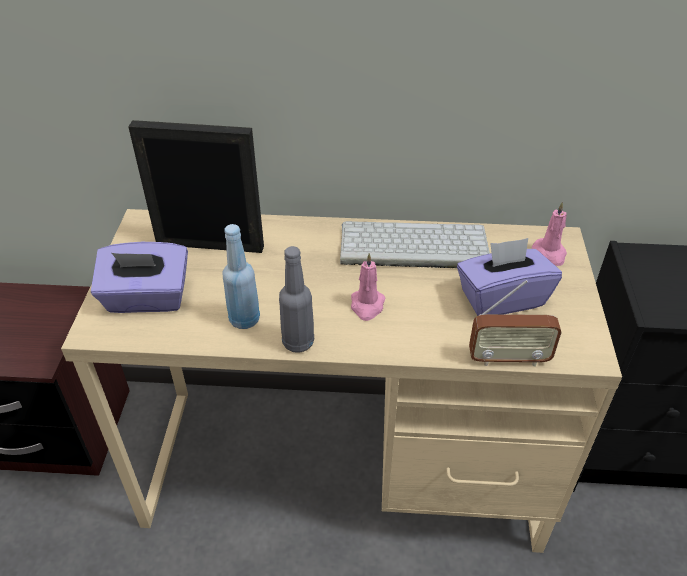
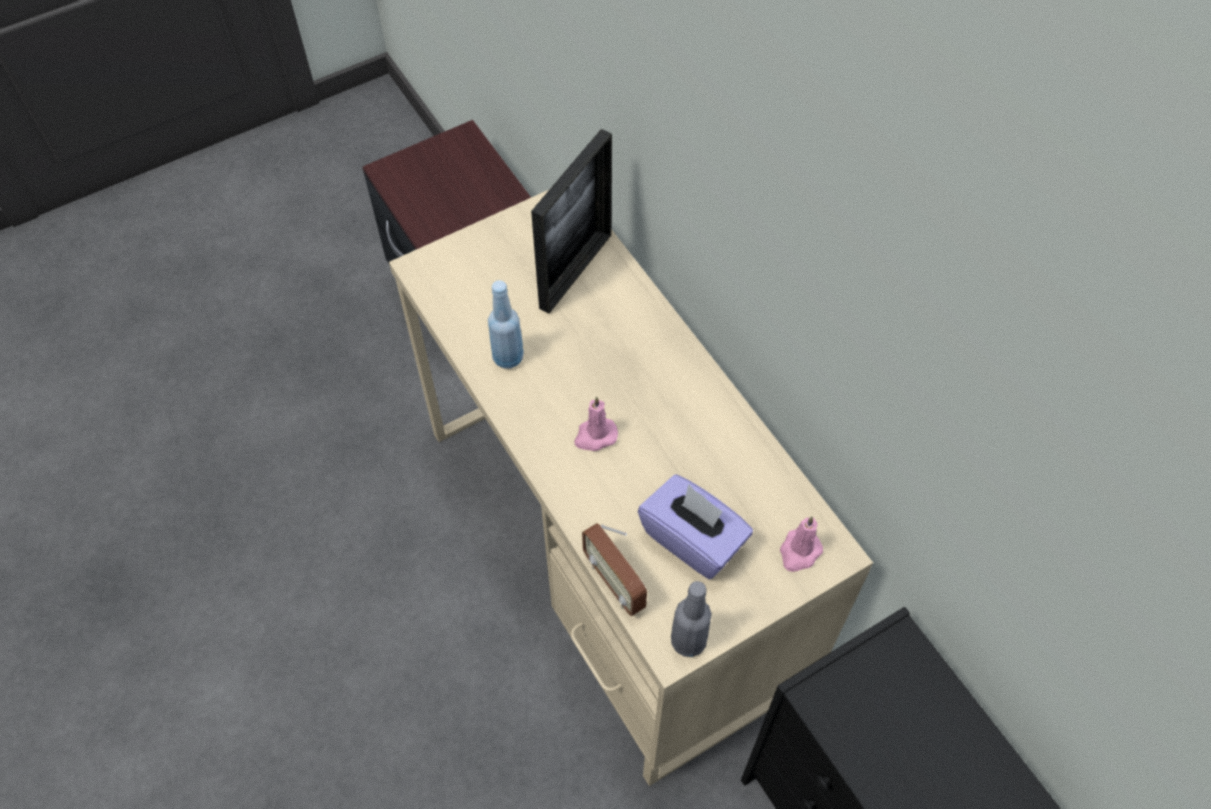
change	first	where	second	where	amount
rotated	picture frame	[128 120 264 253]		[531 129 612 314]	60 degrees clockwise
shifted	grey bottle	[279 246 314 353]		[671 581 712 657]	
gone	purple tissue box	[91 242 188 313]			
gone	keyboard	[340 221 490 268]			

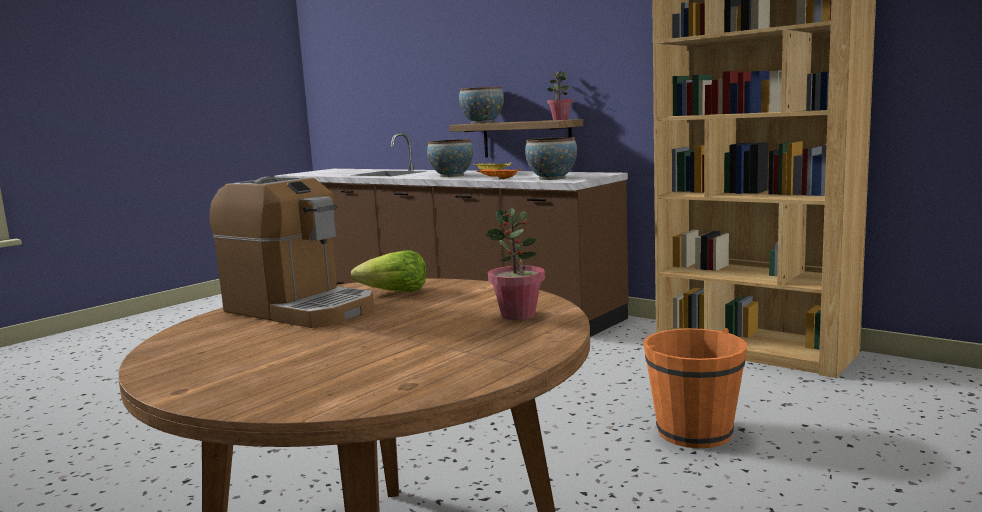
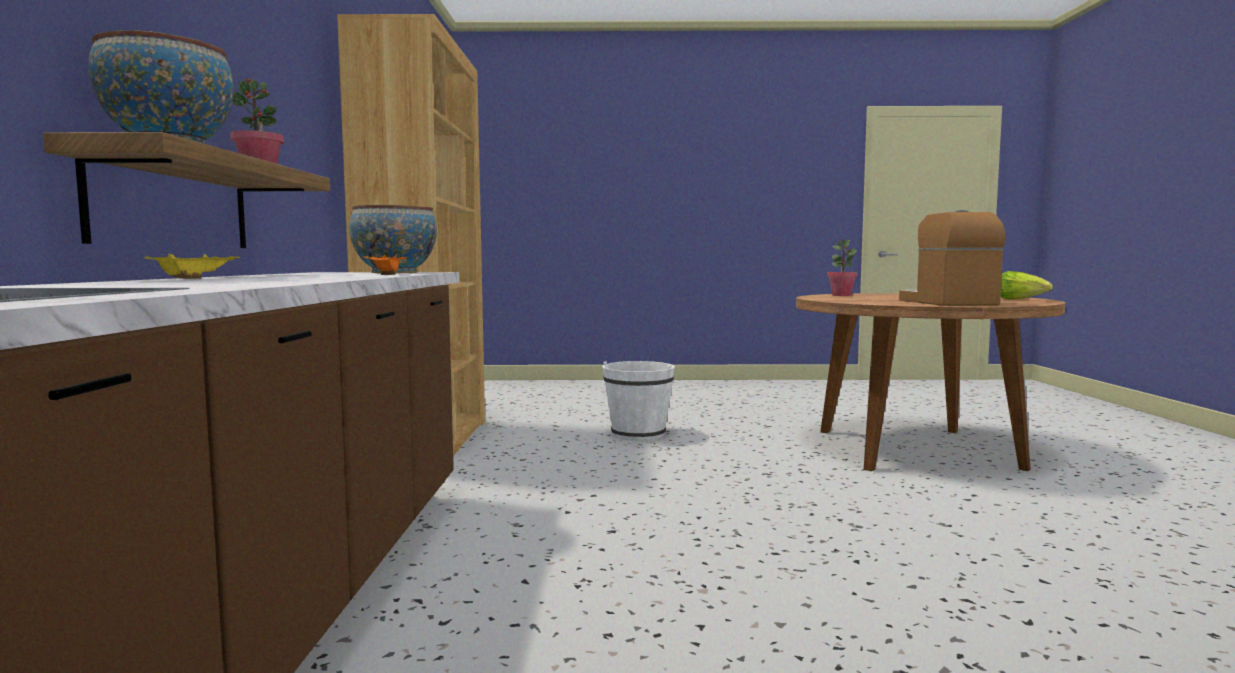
change	first	where	second	where	amount
repainted	orange bucket	[644 328 747 448]	white bucket	[602 361 675 441]	
shifted	lettuce	[351 250 426 292]		[1000 271 1053 300]	
gone	bowl	[427 139 473 177]			

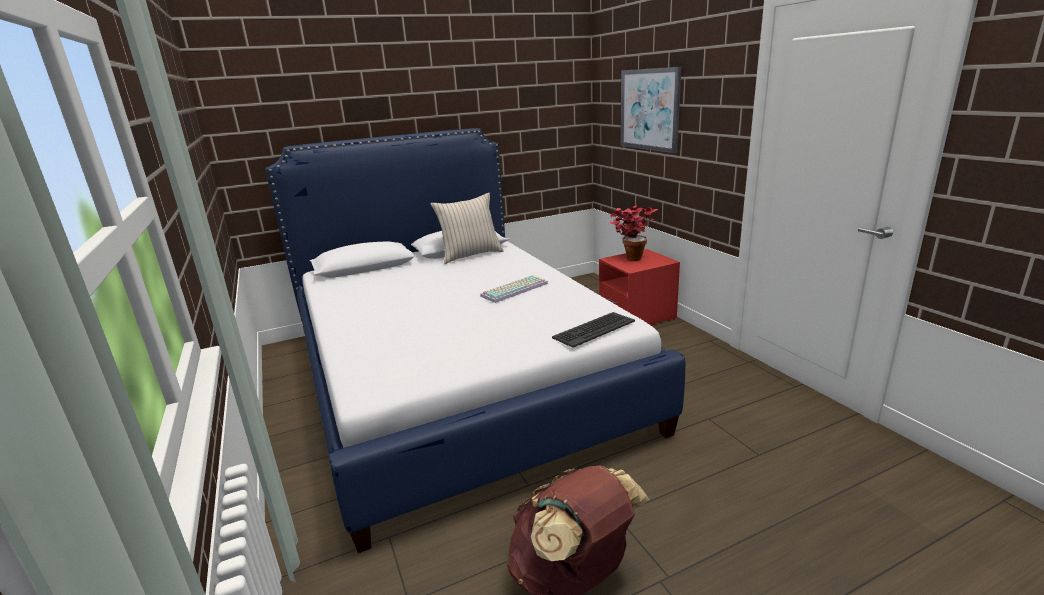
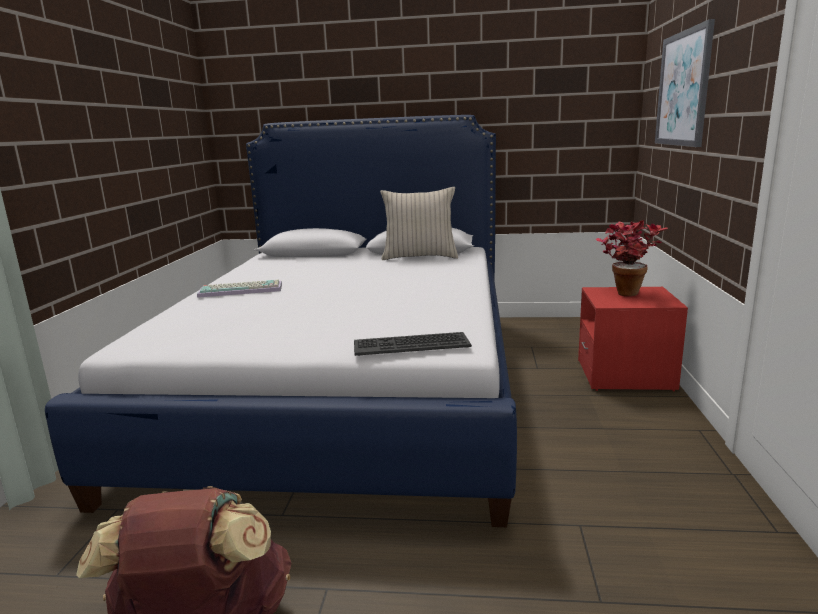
change	first	where	second	where	amount
shifted	keyboard	[480 275 548 303]		[197 280 282 298]	

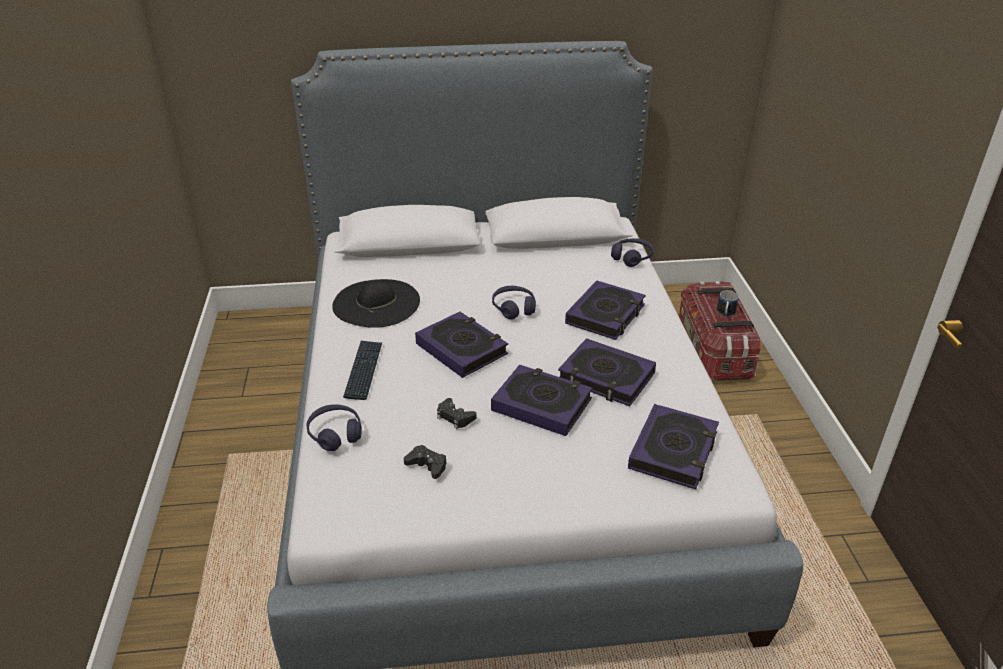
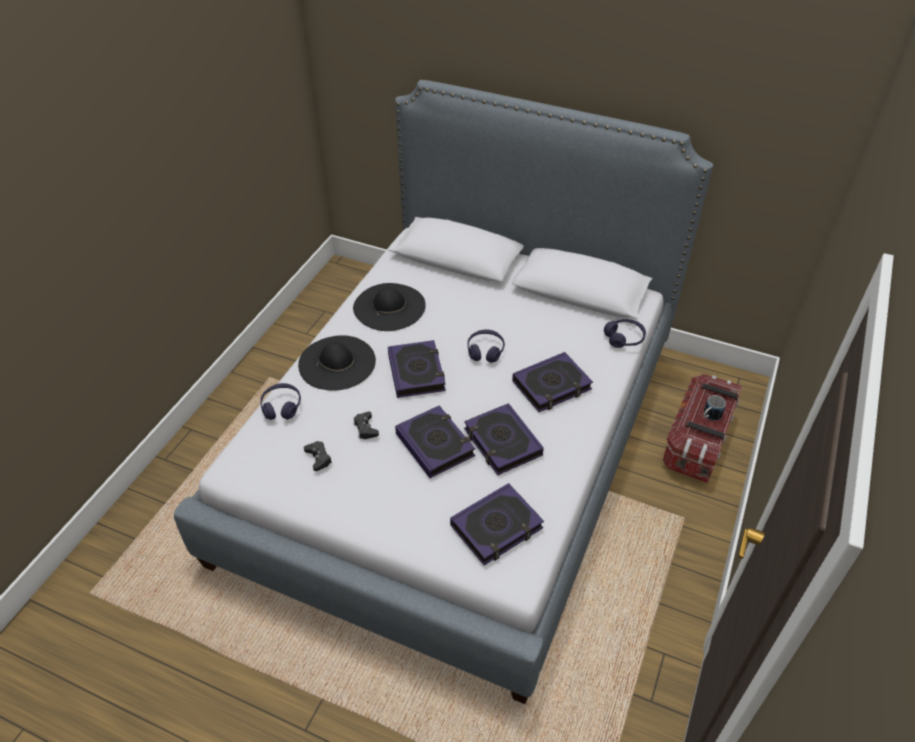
change	first	where	second	where	amount
swapped	keyboard	[343 341 382 400]	black hat	[298 335 376 390]	

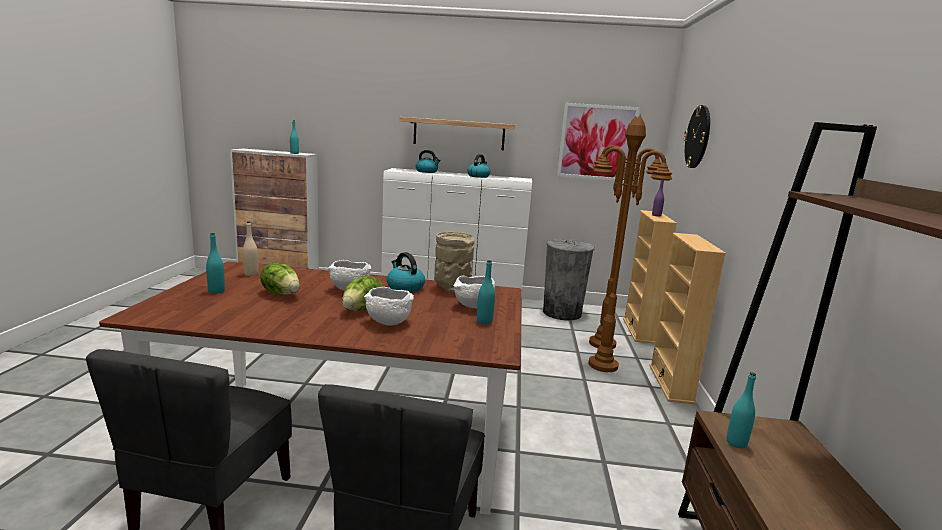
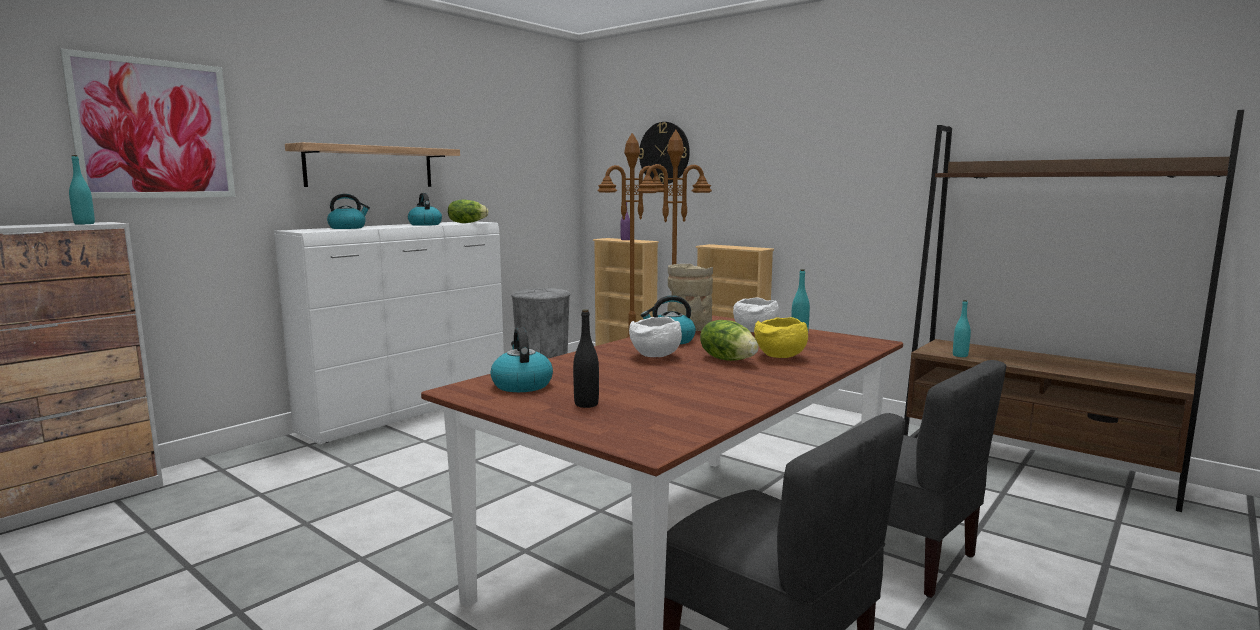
change	first	where	second	where	amount
shifted	picture	[557 103 640 182]		[60 49 235 199]	
shifted	lettuce	[260 263 300 295]		[448 200 489 223]	
swapped	beige bottle	[242 221 259 276]	kettle	[490 327 553 392]	
repainted	turquoise bottle	[206 233 225 294]	black bottle	[573 309 599 408]	
repainted	white bowl	[364 287 414 325]	yellow bowl	[754 317 808 358]	

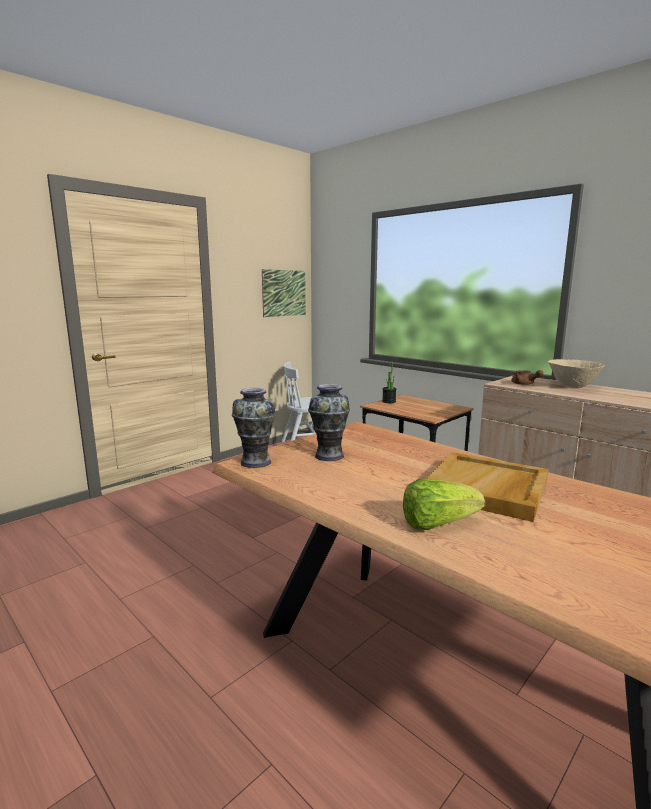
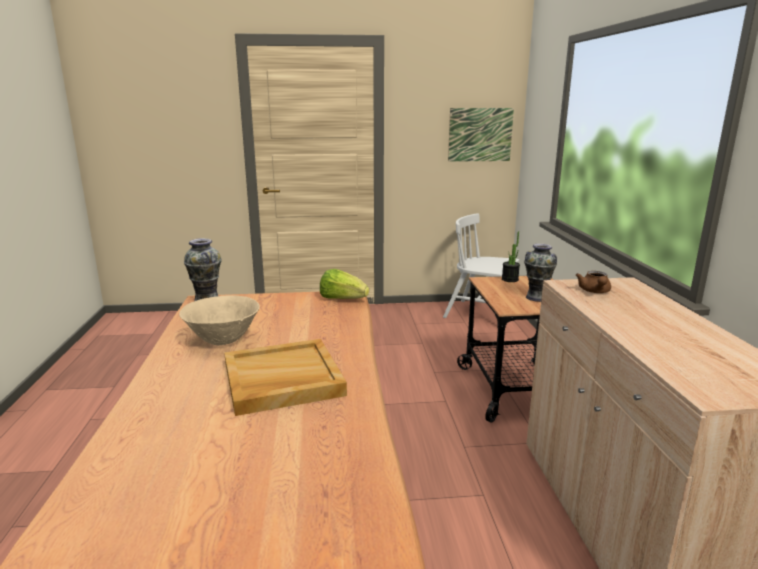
change	first	where	second	where	amount
shifted	beige bowl	[548 359 605 388]		[179 295 260 345]	
shifted	lettuce	[403 479 485 530]		[320 269 369 299]	
shifted	vase	[308 384 350 461]		[524 243 557 302]	

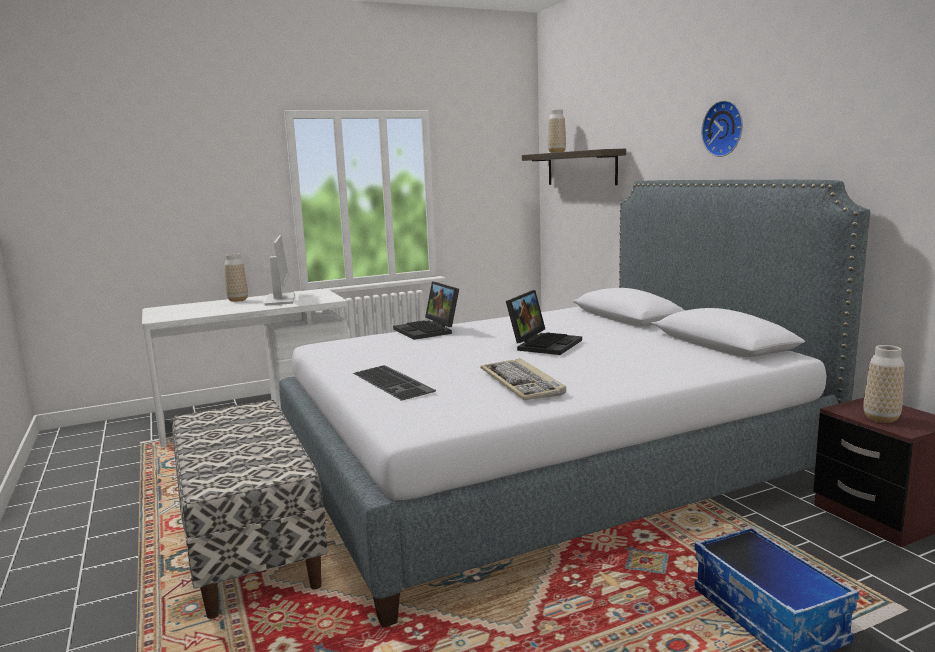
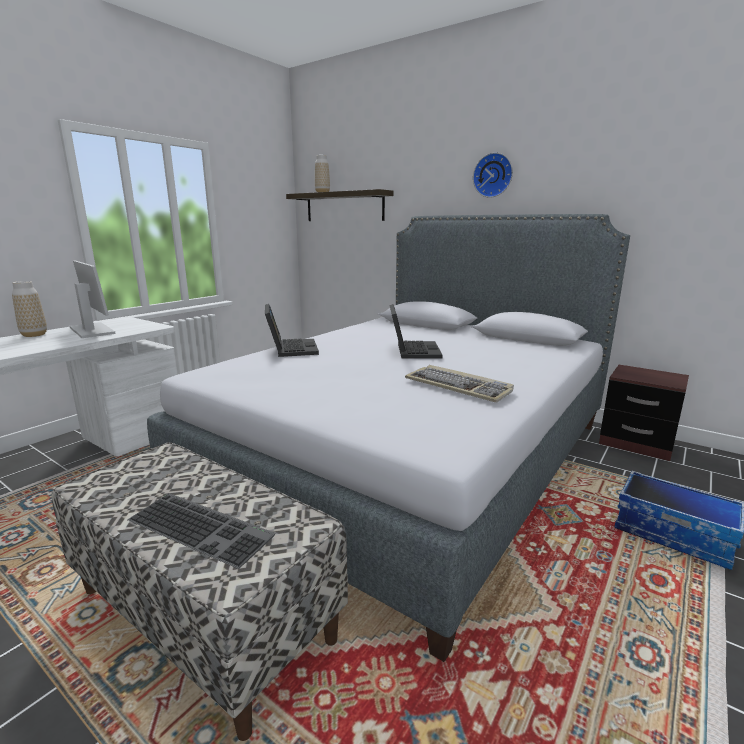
change	first	where	second	where	amount
shifted	keyboard	[353 365 436 401]		[127 493 275 569]	
rotated	laptop	[393 281 459 340]		[265 304 319 357]	135 degrees counterclockwise
gone	vase	[863 345 904 423]			

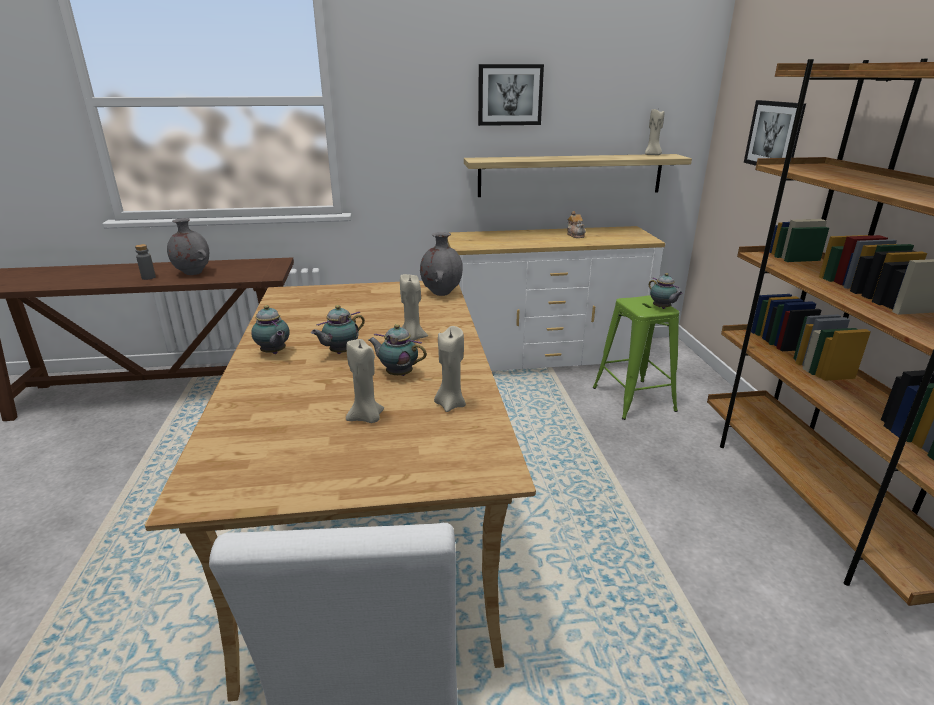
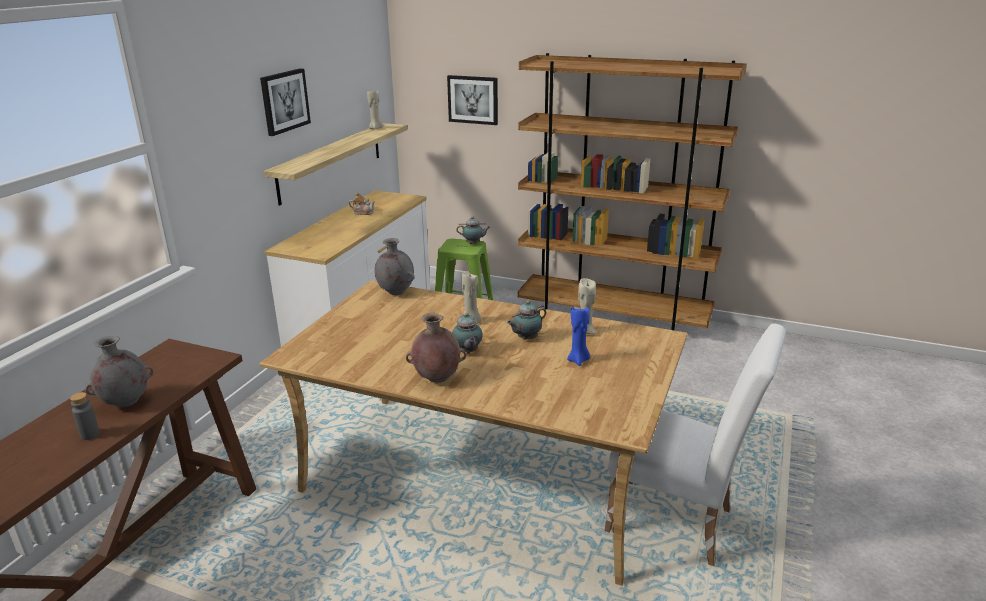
change	first	where	second	where	amount
swapped	teapot	[251 305 290 354]	brown vase	[406 313 466 383]	
repainted	beige candle	[346 339 384 423]	blue candle	[567 305 590 366]	

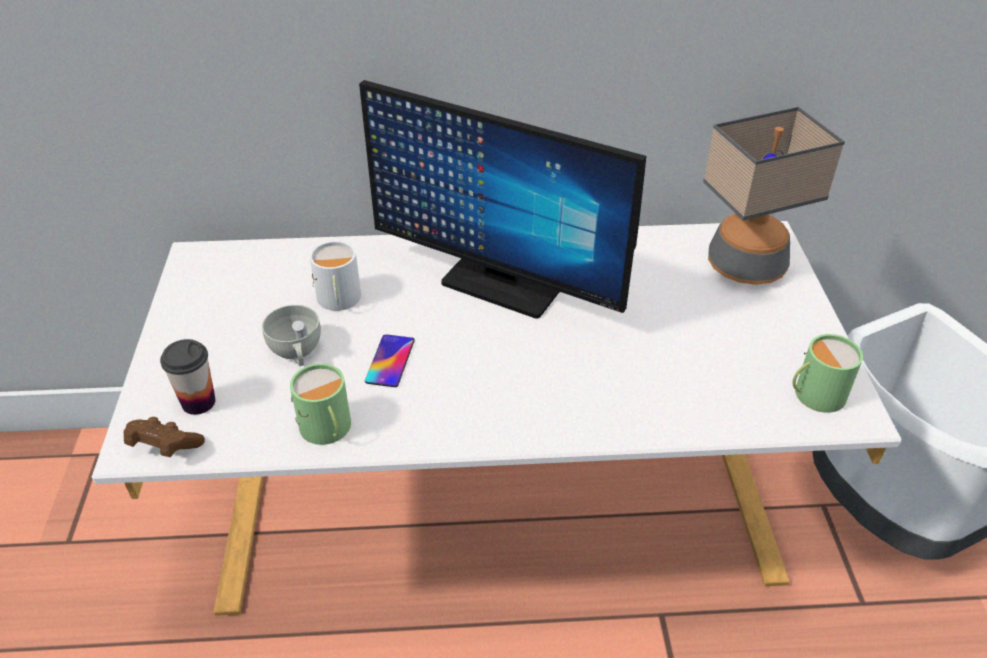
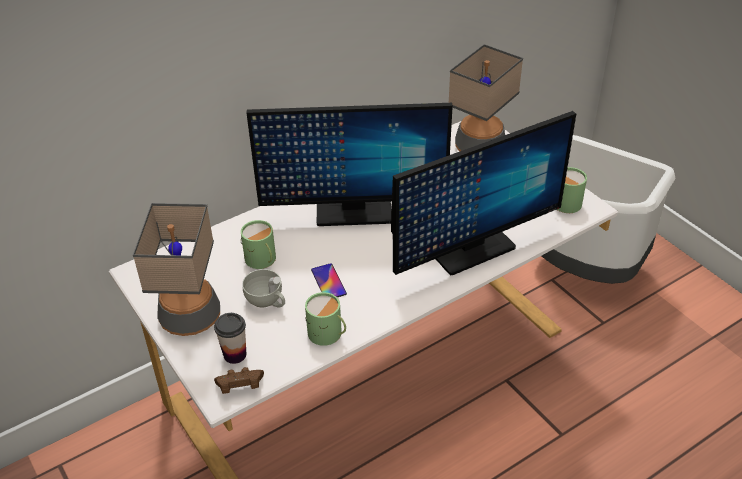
change	first	where	second	where	amount
new			table lamp	[133 203 220 336]	
repainted	white mug	[310 241 361 311]	green mug	[241 220 276 269]	
new			monitor	[391 111 576 275]	

